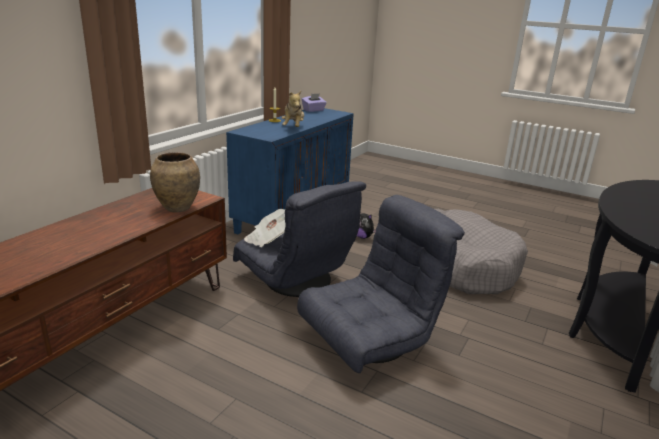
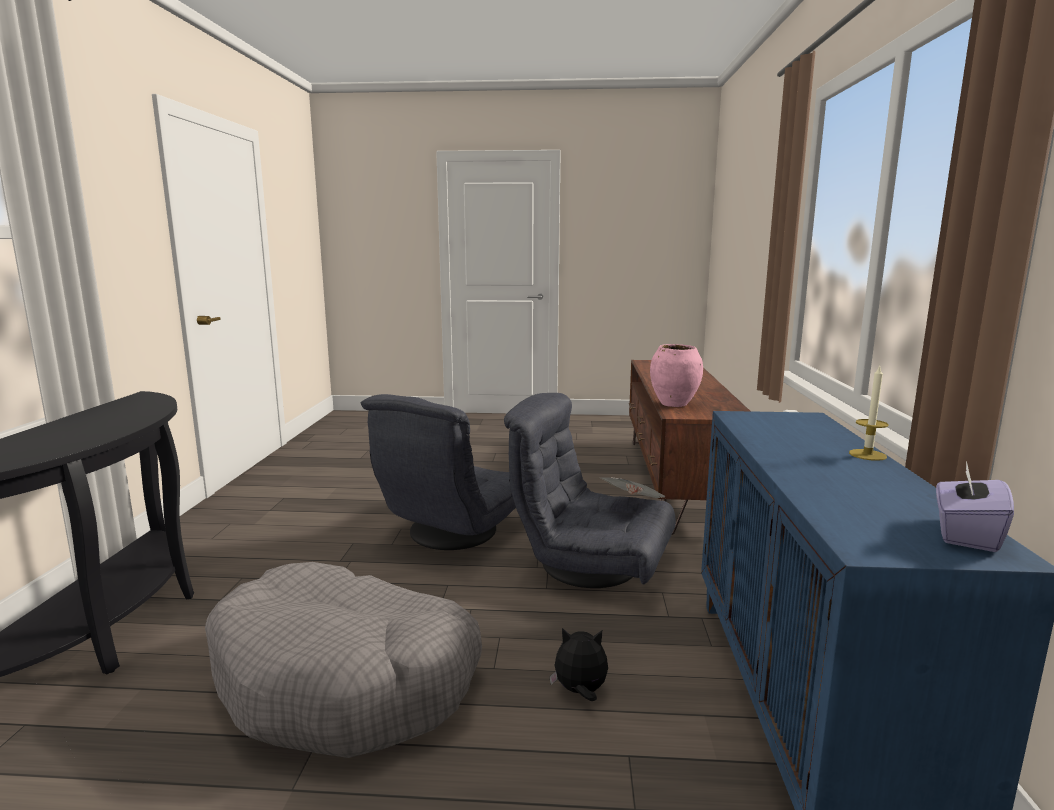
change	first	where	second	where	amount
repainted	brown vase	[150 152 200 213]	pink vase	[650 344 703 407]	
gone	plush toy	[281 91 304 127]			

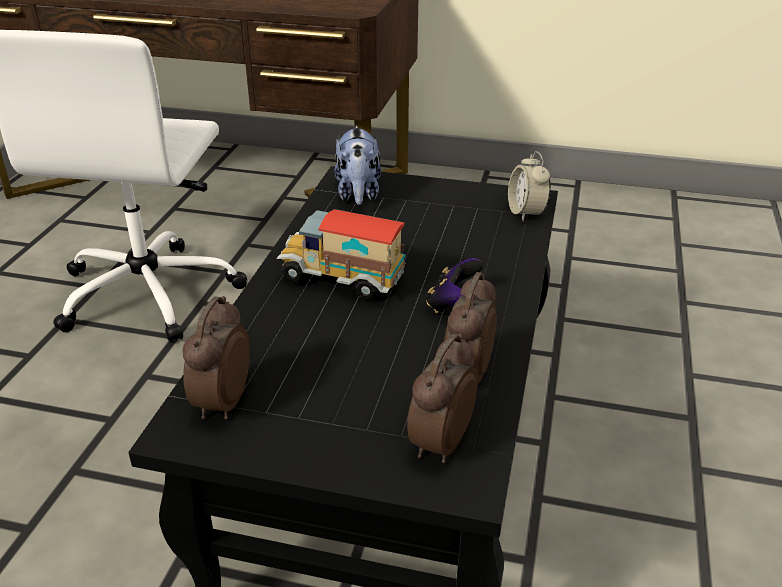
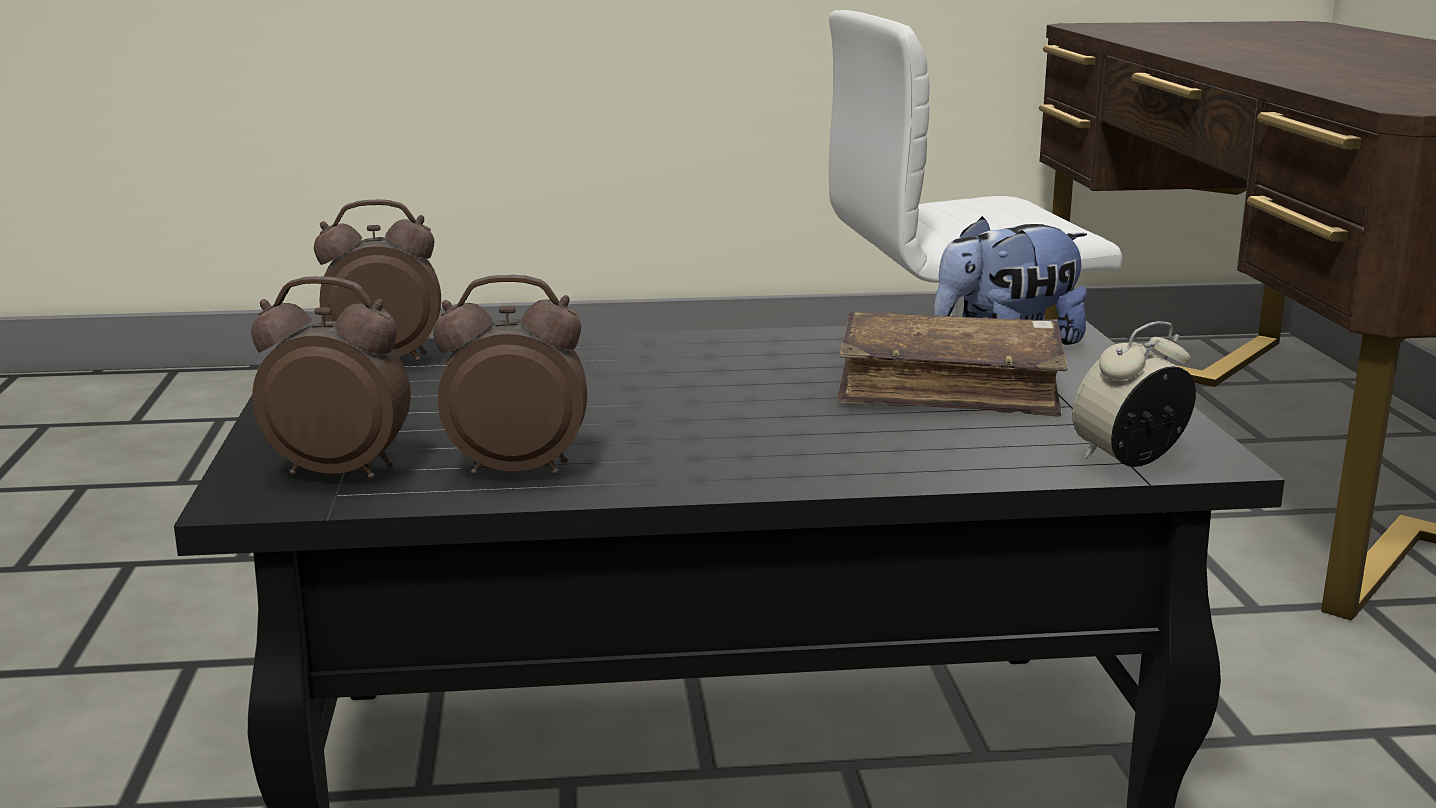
change	first	where	second	where	amount
new			brown book	[837 312 1068 417]	
gone	toy truck	[277 209 406 300]			
gone	game controller	[426 258 483 313]			

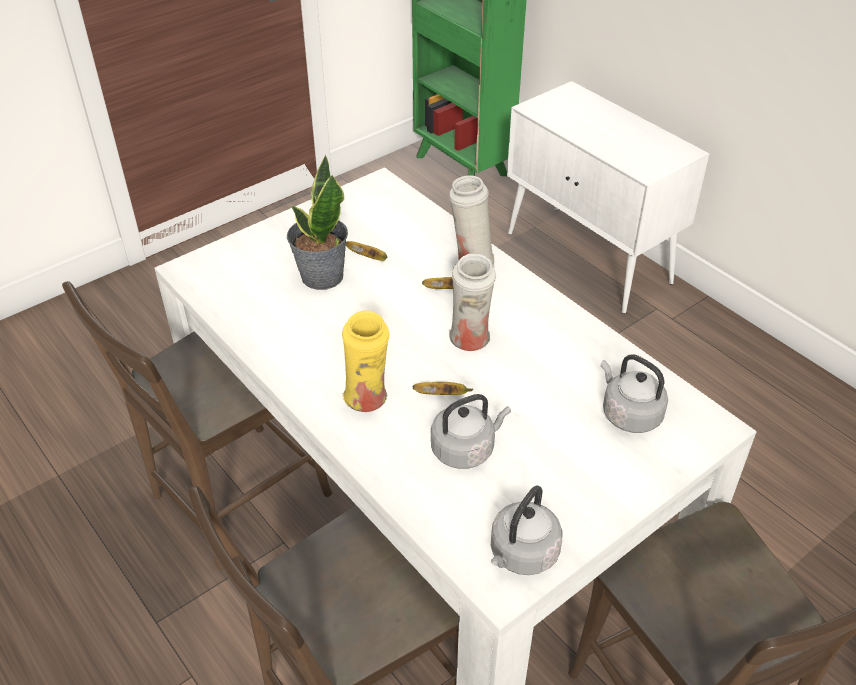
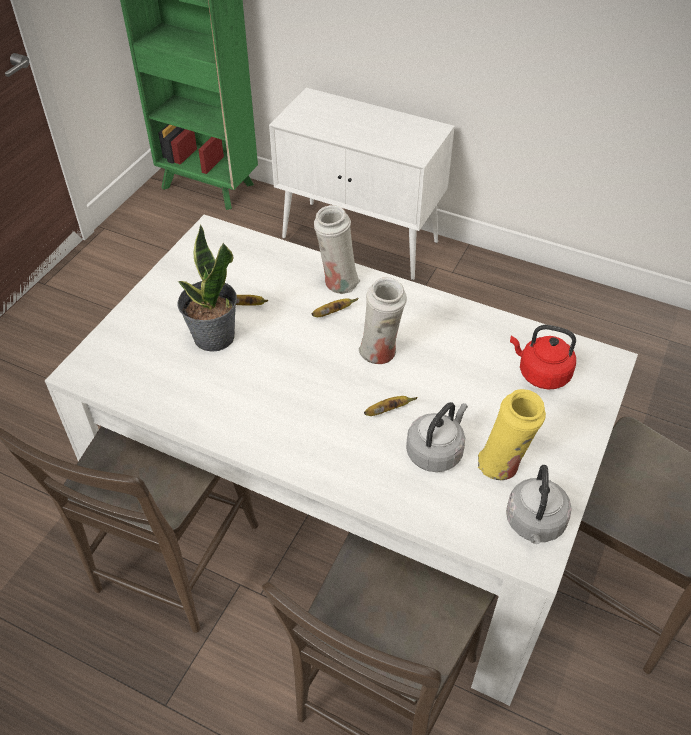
change	first	where	second	where	amount
shifted	yellow vase	[342 310 390 412]		[478 389 546 480]	
repainted	grey kettle	[601 354 668 433]	red kettle	[510 325 576 390]	

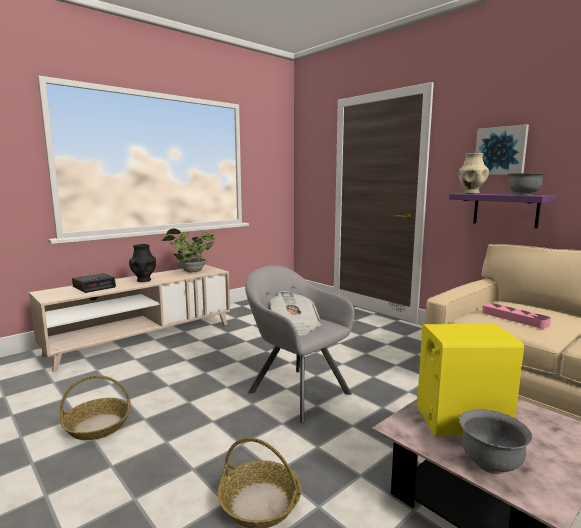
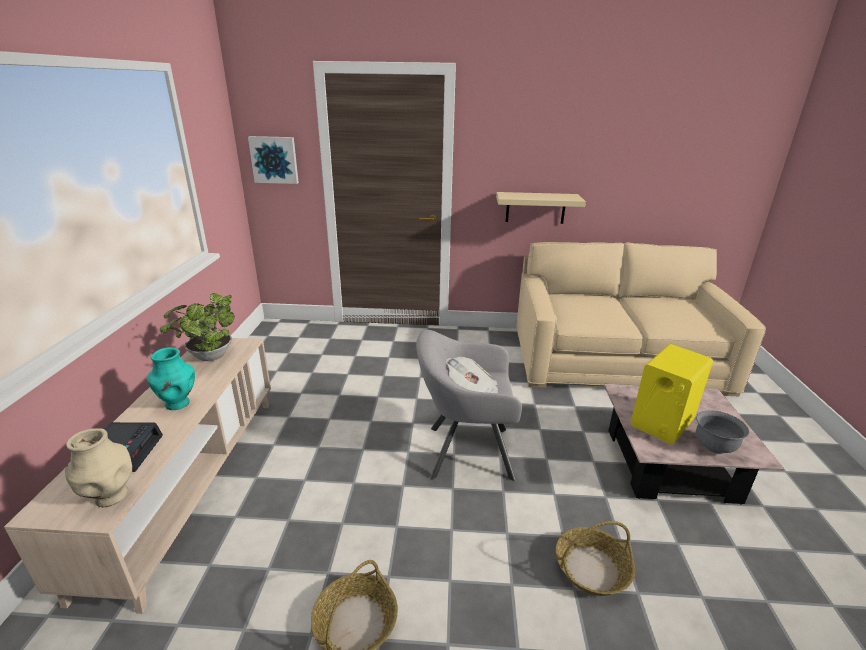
change	first	where	second	where	amount
shifted	beige vase	[458 153 489 194]		[65 428 132 507]	
repainted	black vase	[129 244 156 282]	turquoise vase	[147 347 195 410]	
shifted	picture	[475 124 529 175]		[248 136 299 184]	
repainted	purple shelf	[449 193 556 228]	beige shelf	[496 192 586 224]	
gone	pink tray	[482 303 551 329]			
gone	grey bowl	[507 173 546 195]			

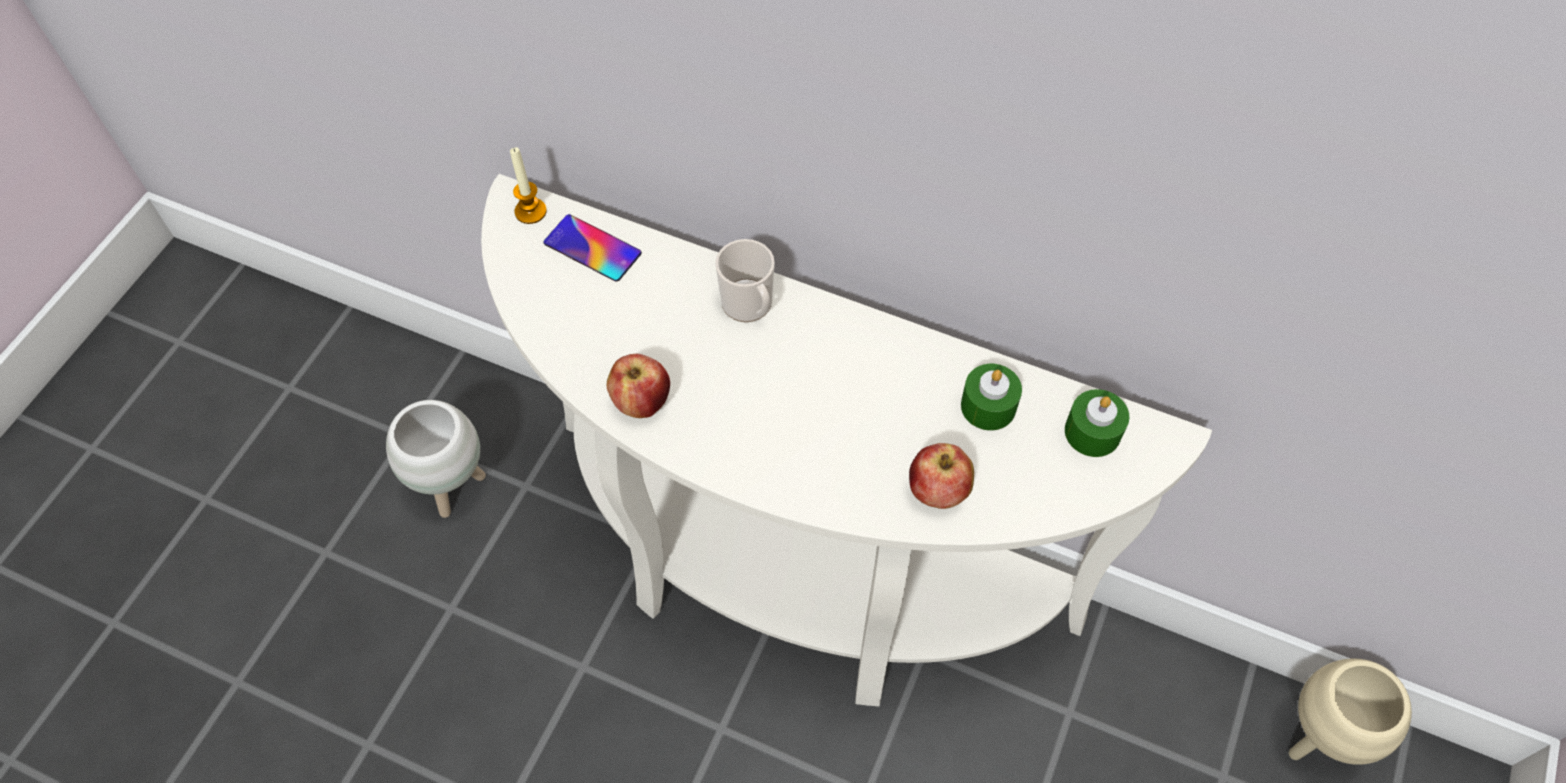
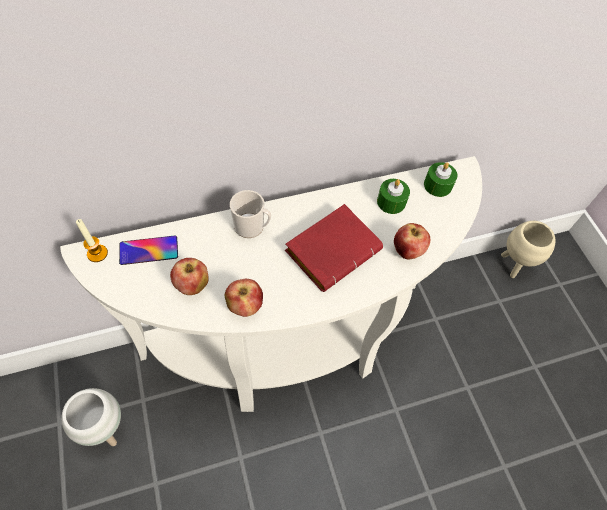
change	first	where	second	where	amount
new			apple	[170 258 209 295]	
new			red book	[285 204 383 292]	

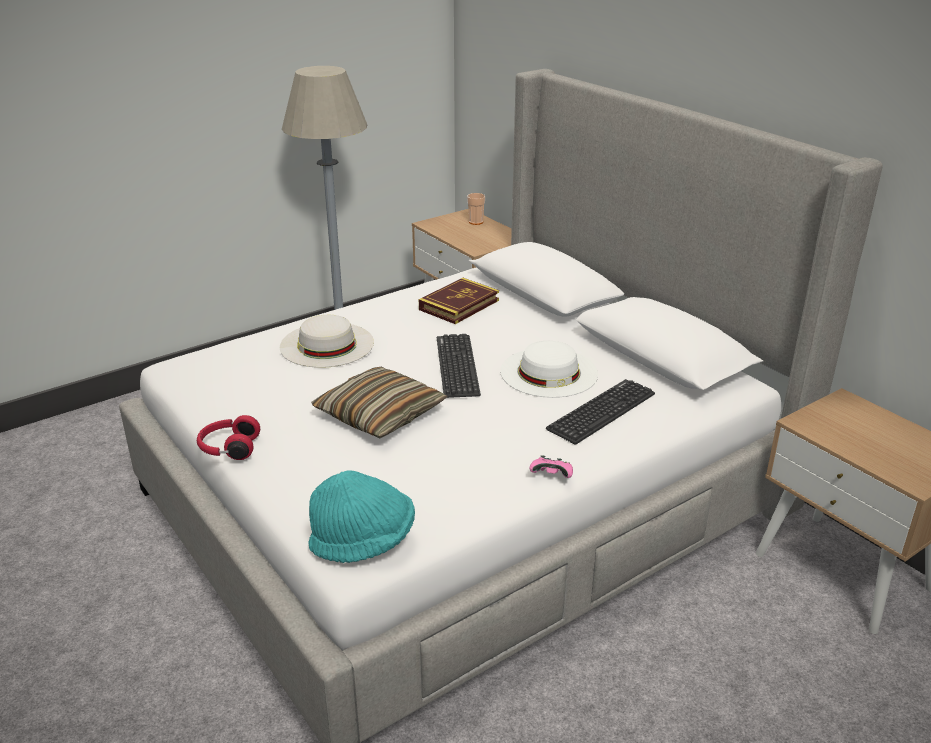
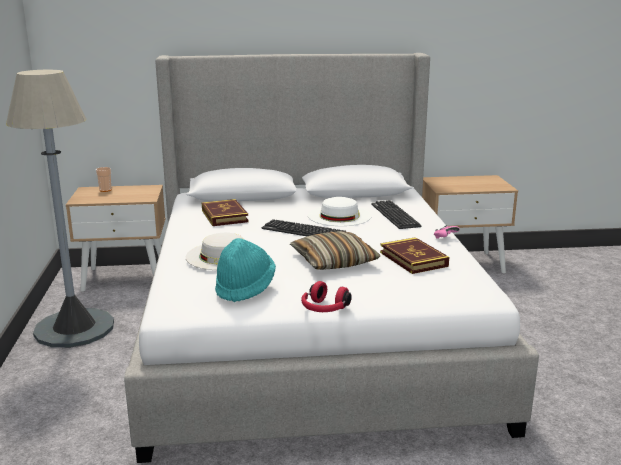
change	first	where	second	where	amount
shifted	turquoise hat	[308 471 415 563]		[215 238 276 302]	
new			book	[380 237 449 274]	

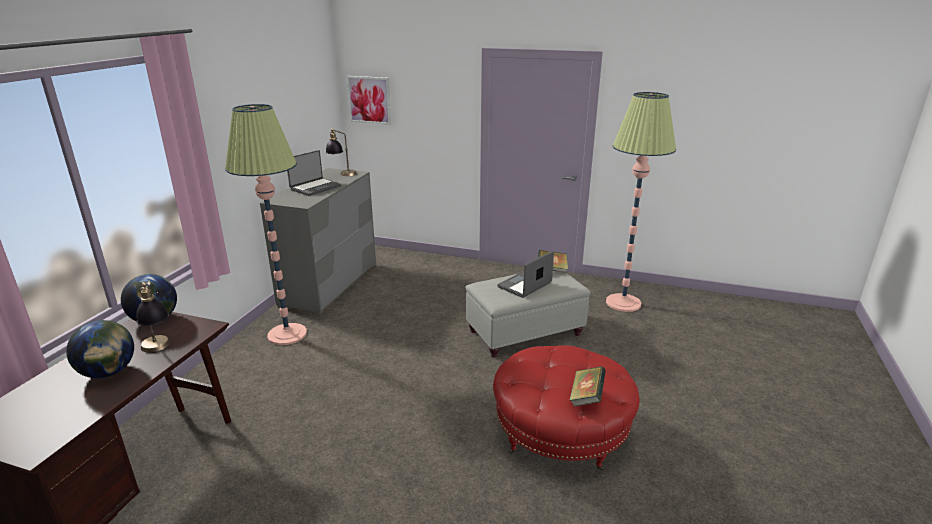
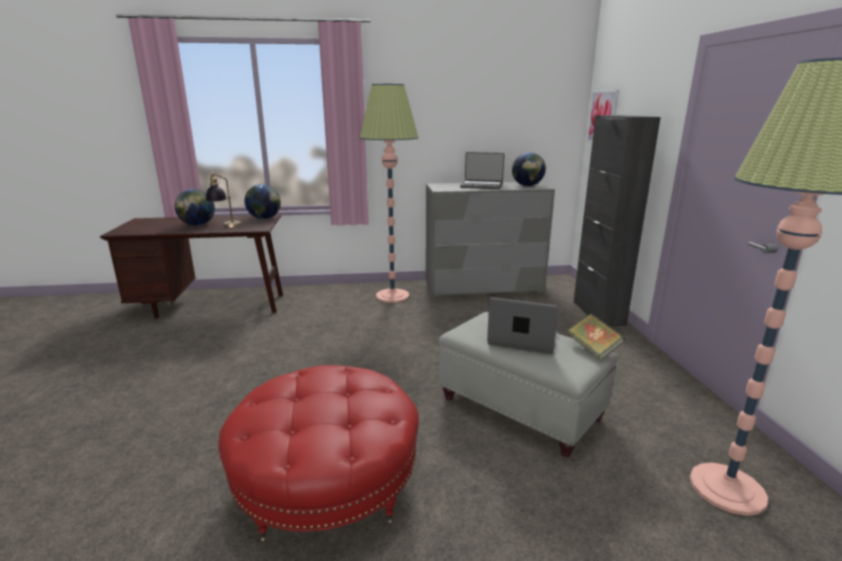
change	first	where	second	where	amount
swapped	table lamp	[326 129 357 176]	globe	[512 152 546 186]	
new			black cabinet	[573 115 661 327]	
gone	book	[569 366 606 407]			

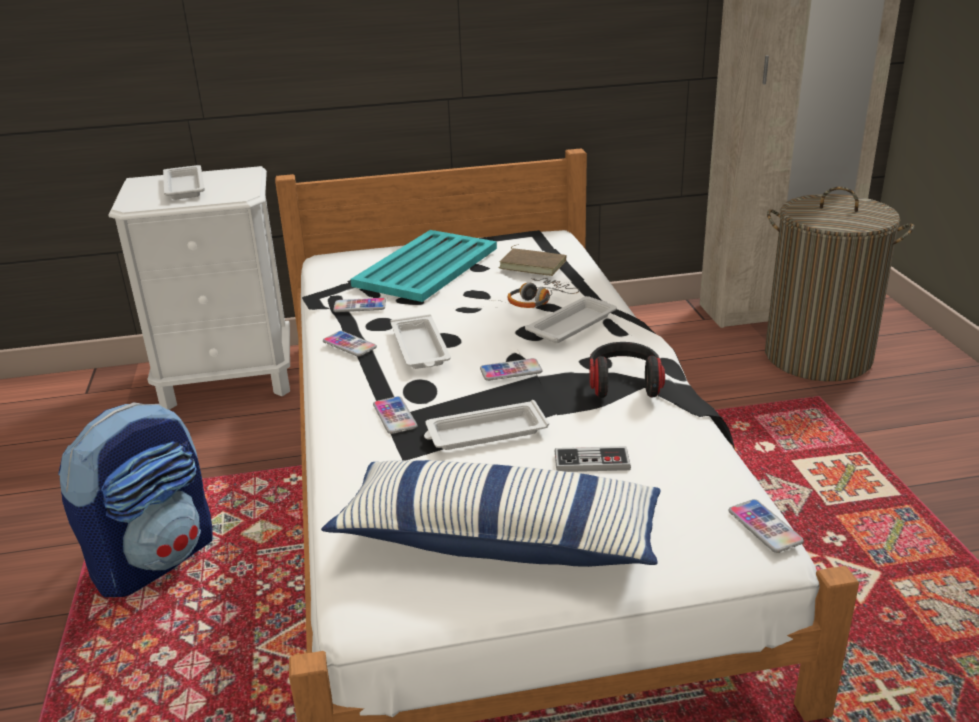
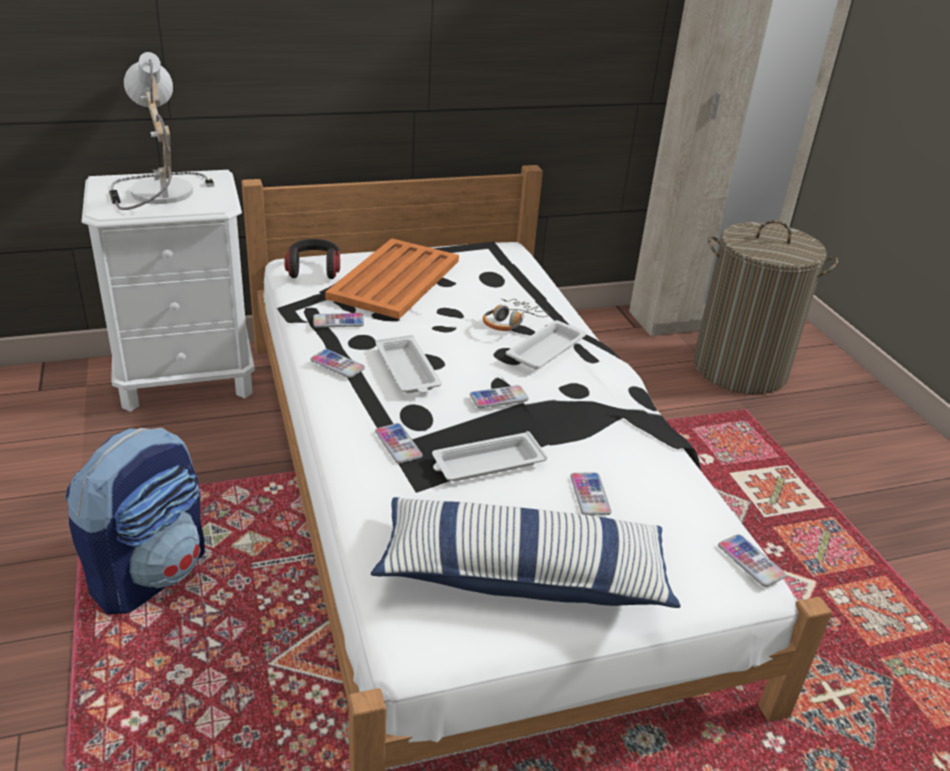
change	first	where	second	where	amount
swapped	white tray	[163 165 205 200]	table lamp	[109 52 214 210]	
shifted	headphones	[589 342 665 398]		[285 239 340 279]	
repainted	turquoise tray	[351 230 497 302]	orange tray	[325 238 459 319]	
swapped	game controller	[555 446 631 472]	phone	[570 472 612 515]	
gone	brown book	[499 245 567 276]			

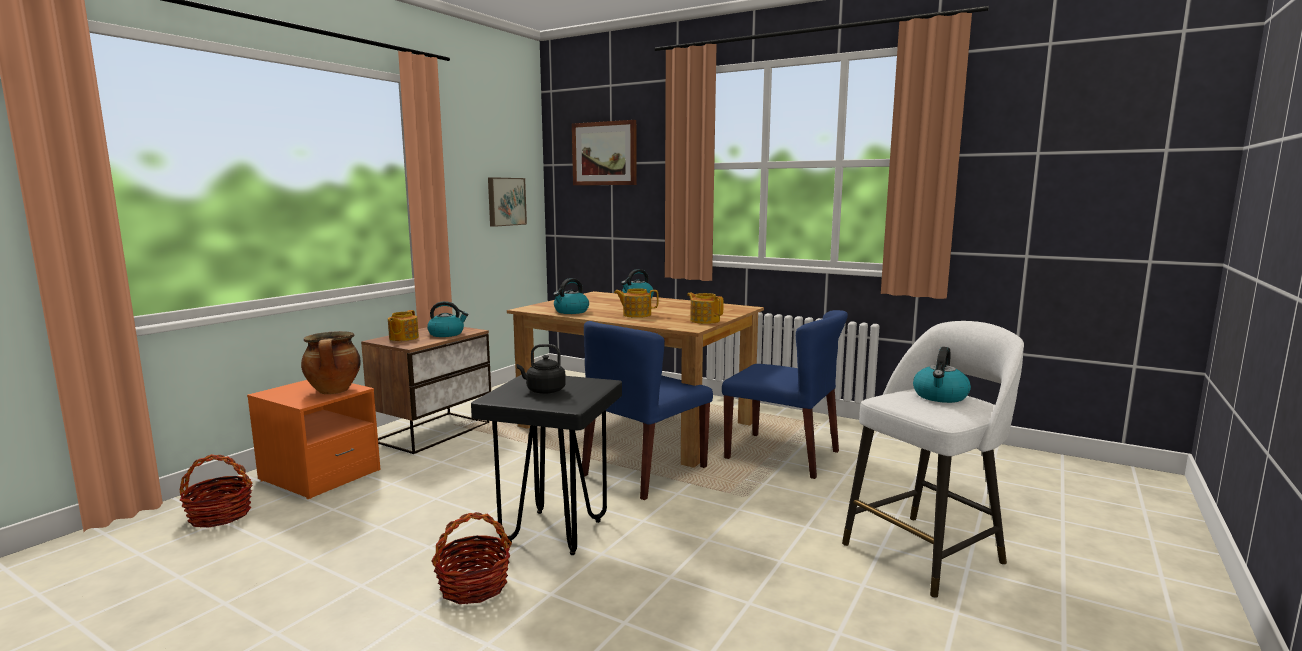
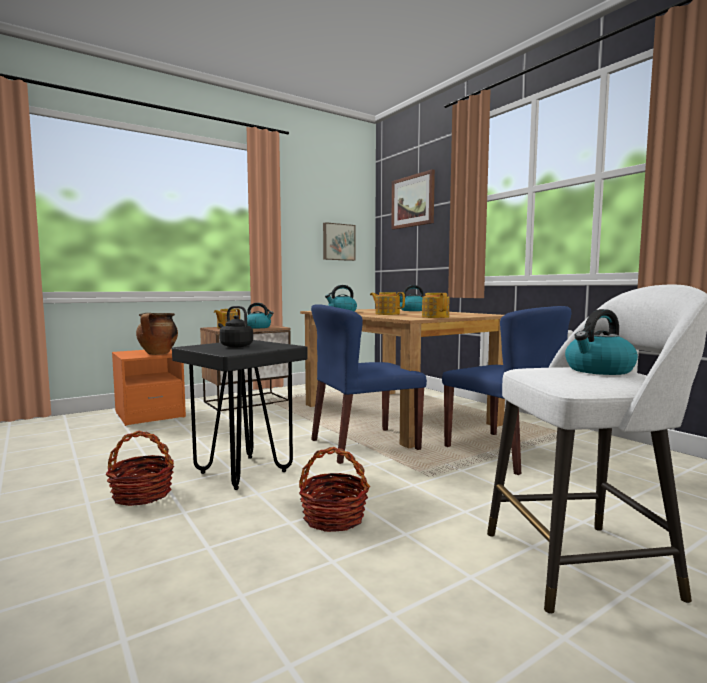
change	first	where	second	where	amount
shifted	basket	[180 454 252 528]		[299 447 370 532]	

